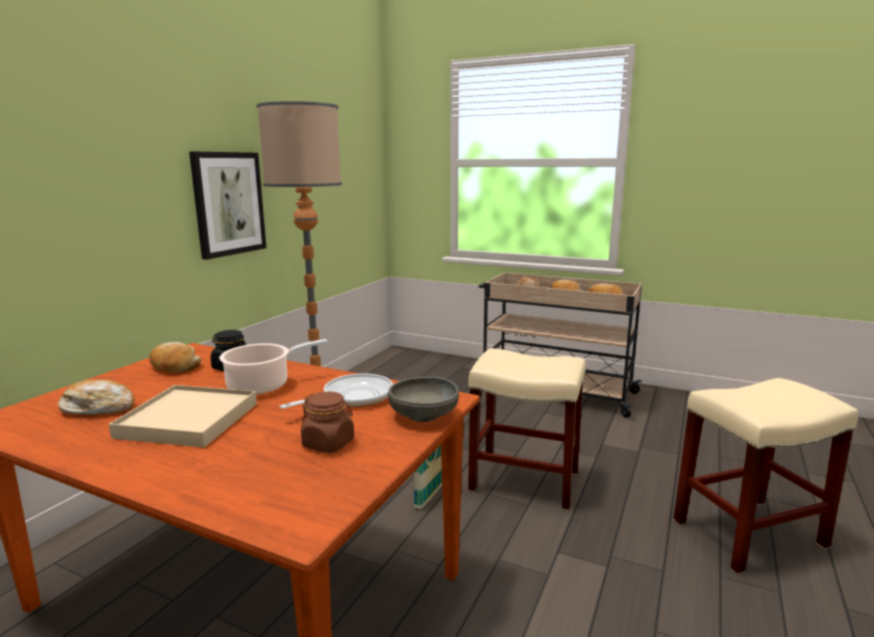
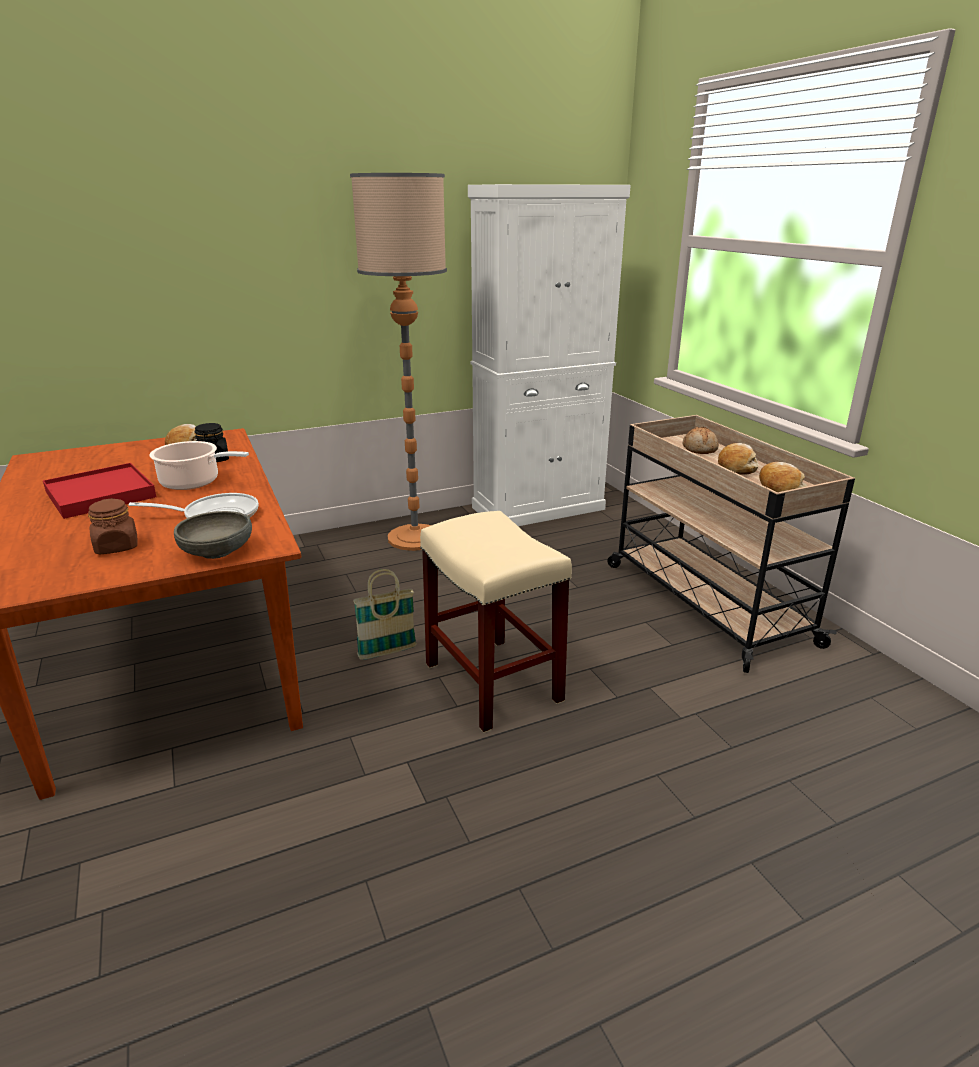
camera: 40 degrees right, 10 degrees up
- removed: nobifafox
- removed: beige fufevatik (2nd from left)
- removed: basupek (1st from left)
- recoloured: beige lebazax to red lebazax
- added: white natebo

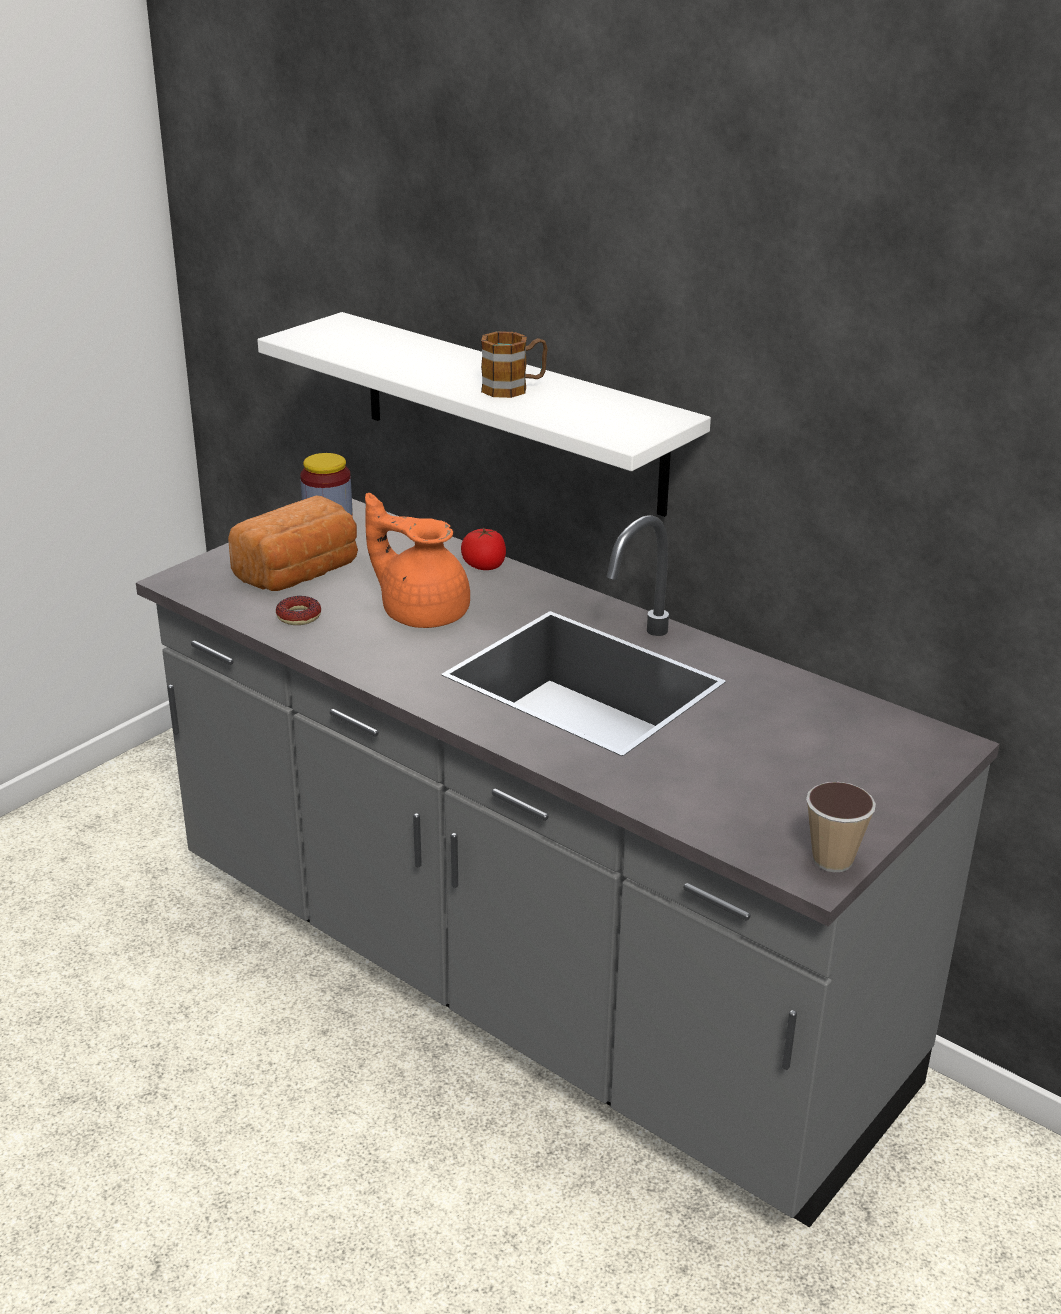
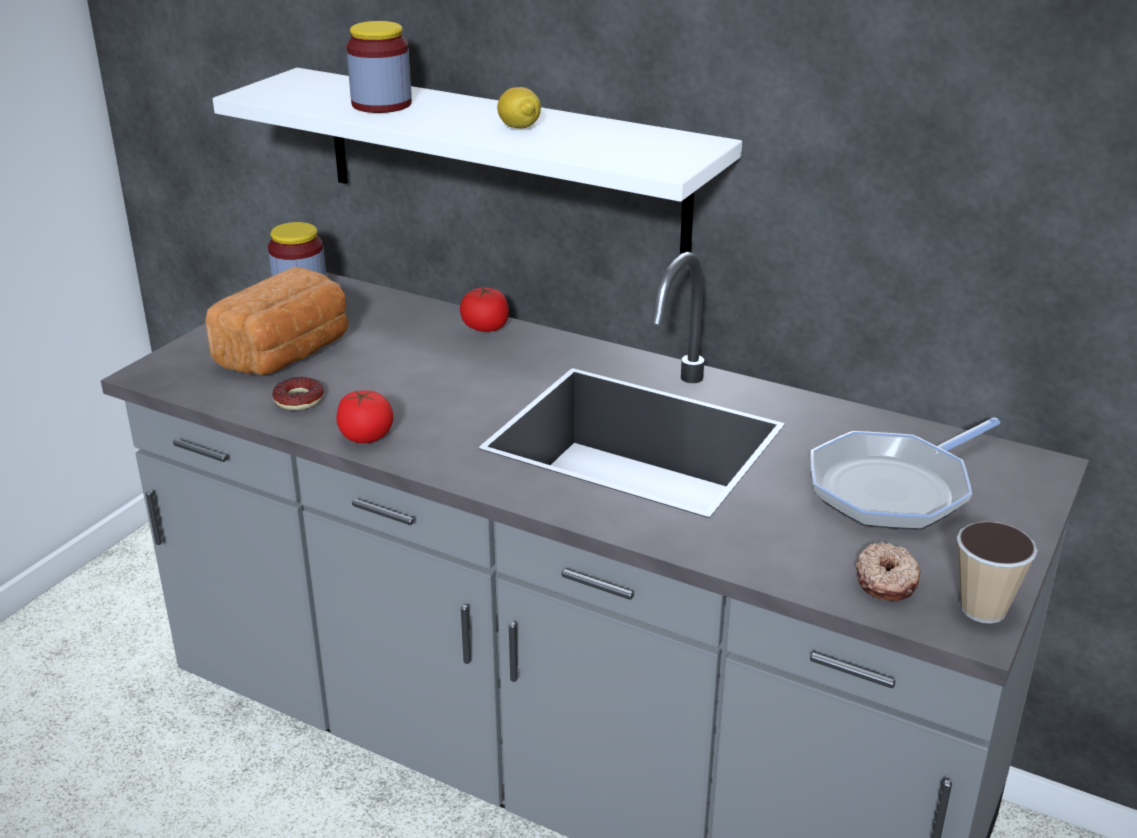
camera: 10 degrees left, 0 degrees up
- replaced: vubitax to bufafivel
- removed: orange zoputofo
- added: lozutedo (2nd from left)
- added: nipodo (1st from left)
- added: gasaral
- added: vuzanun (2nd from left)

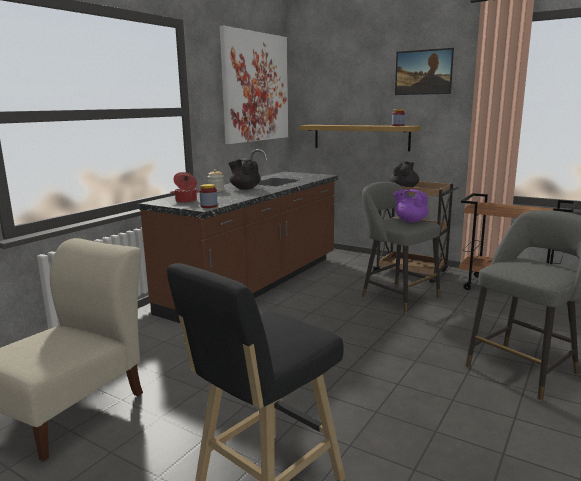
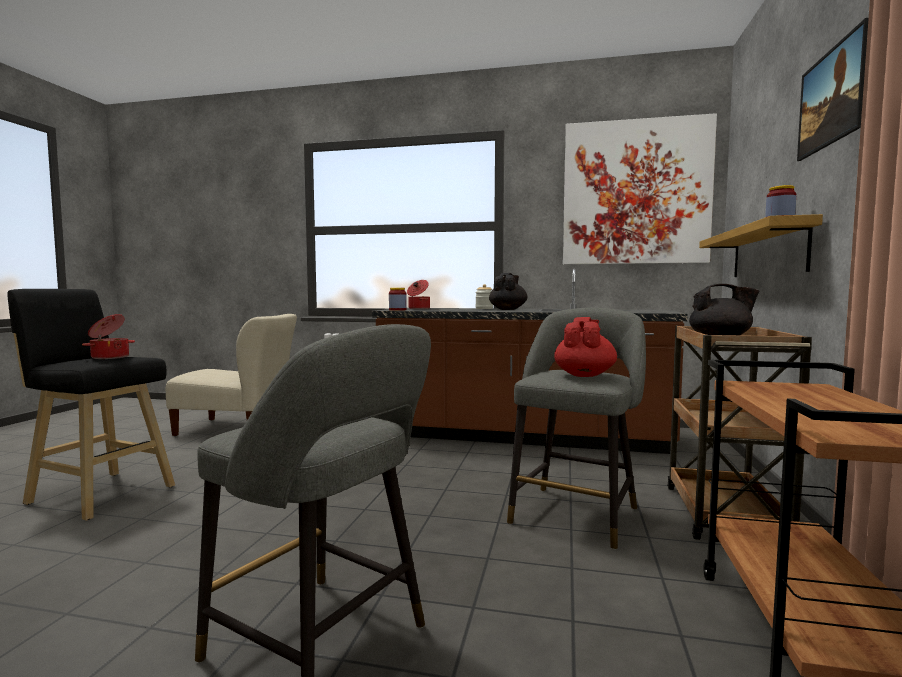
camera: 70 degrees right, 10 degrees down
- recoloured: purple zoputofo to red zoputofo
- added: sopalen (1st from left)

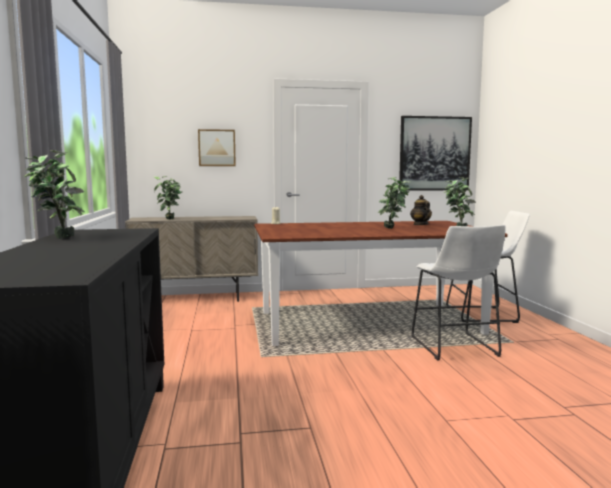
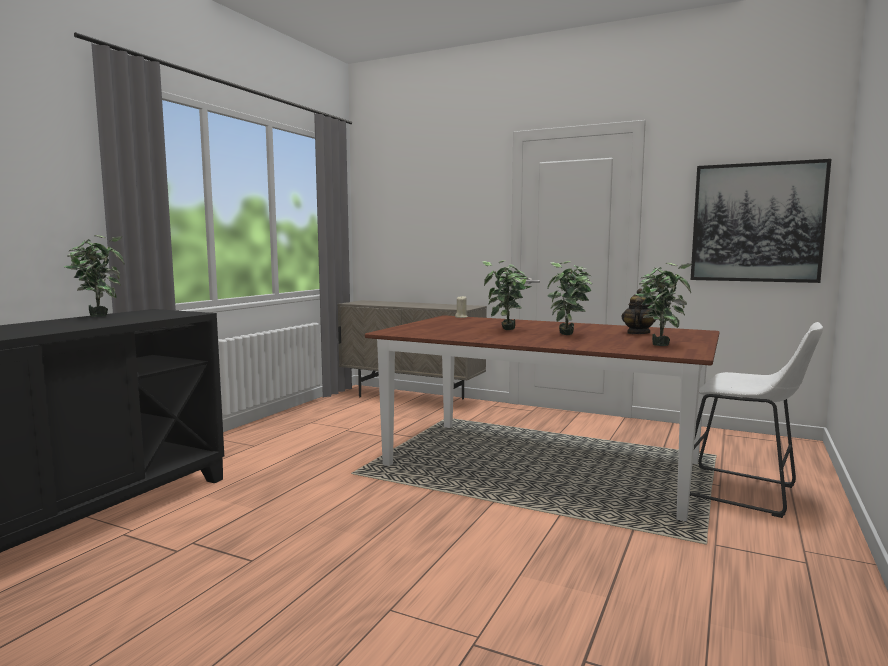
camera: 35 degrees right, 0 degrees up
- removed: nobifafox (1st from left)
- moved: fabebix (2nd from left)
- removed: white fufevatik (1st from left)

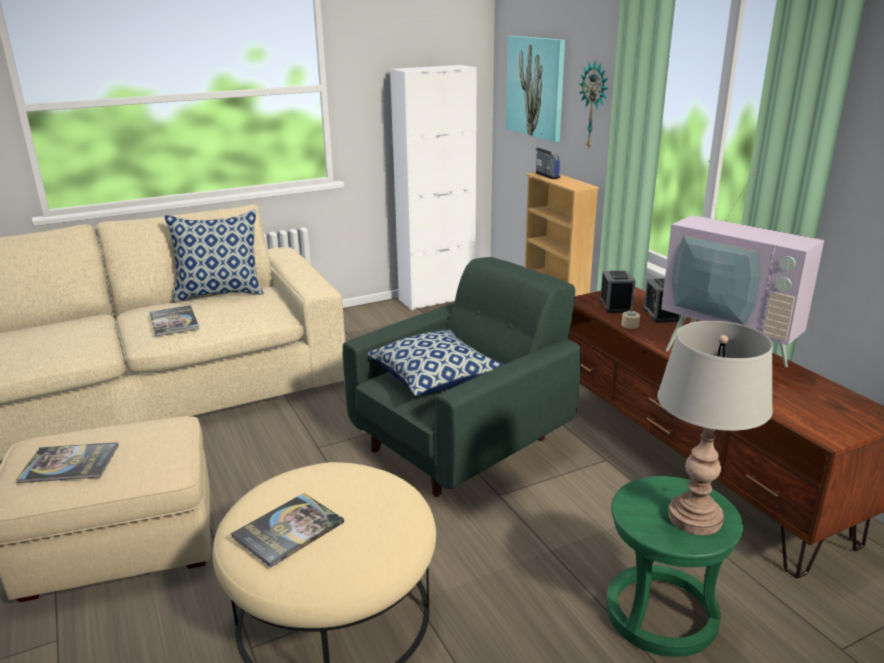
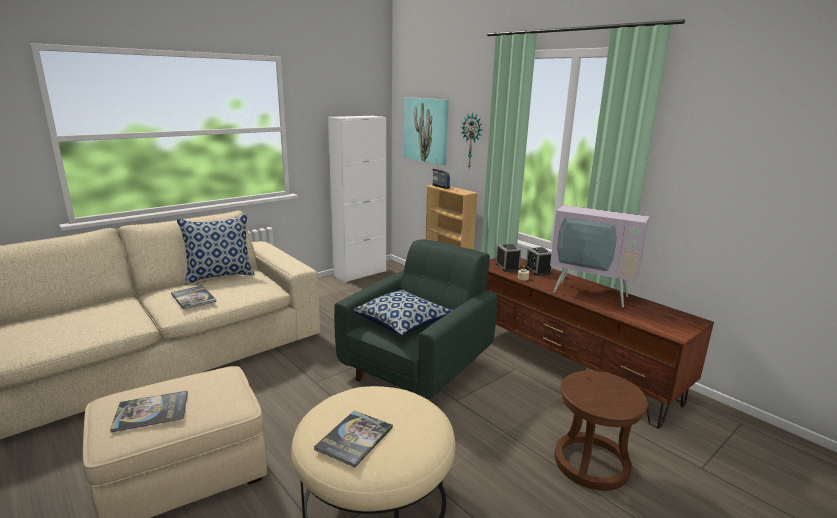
camera: 15 degrees left, 5 degrees down
- removed: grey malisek
- recoloured: green fufevatik to brown fufevatik

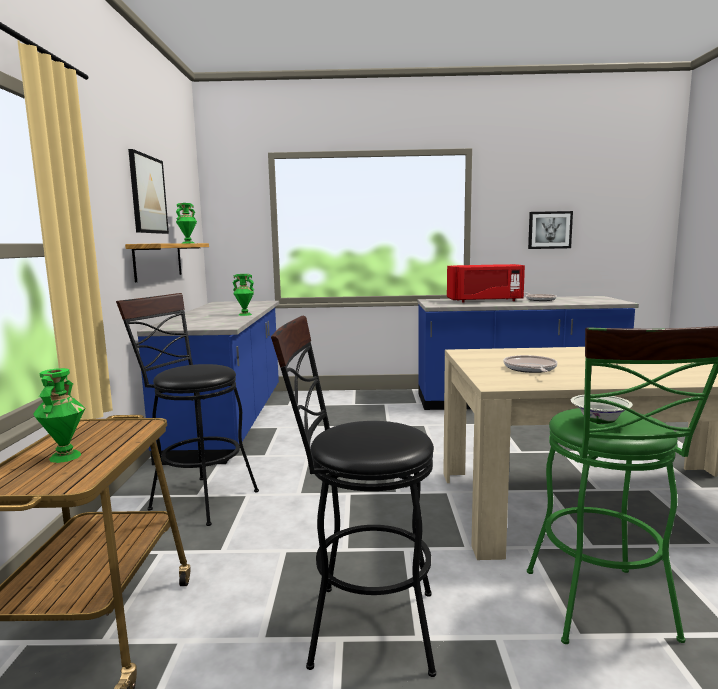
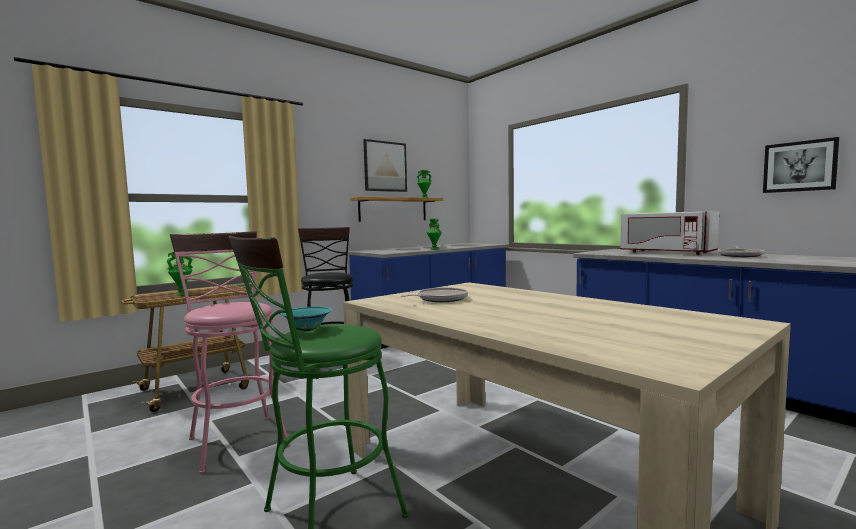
camera: 50 degrees right, 5 degrees down
- recoloured: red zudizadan to white zudizadan
- recoloured: black fufevatik (2nd from left) to pink fufevatik
- recoloured: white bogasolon to turquoise bogasolon

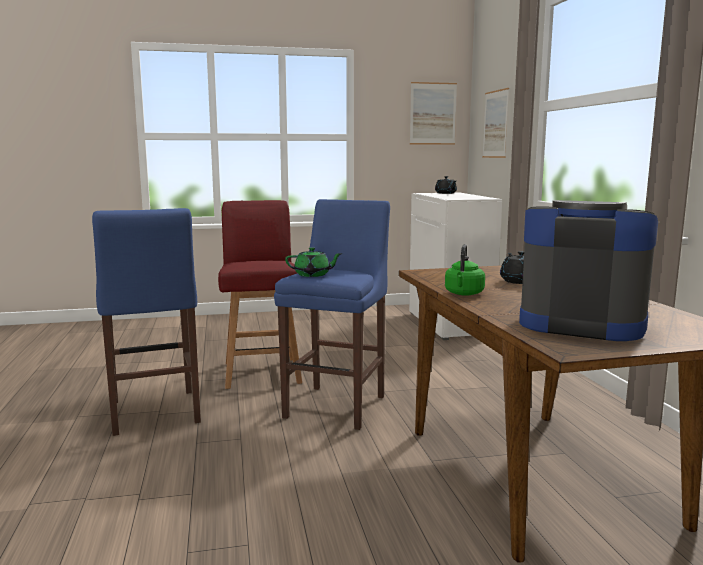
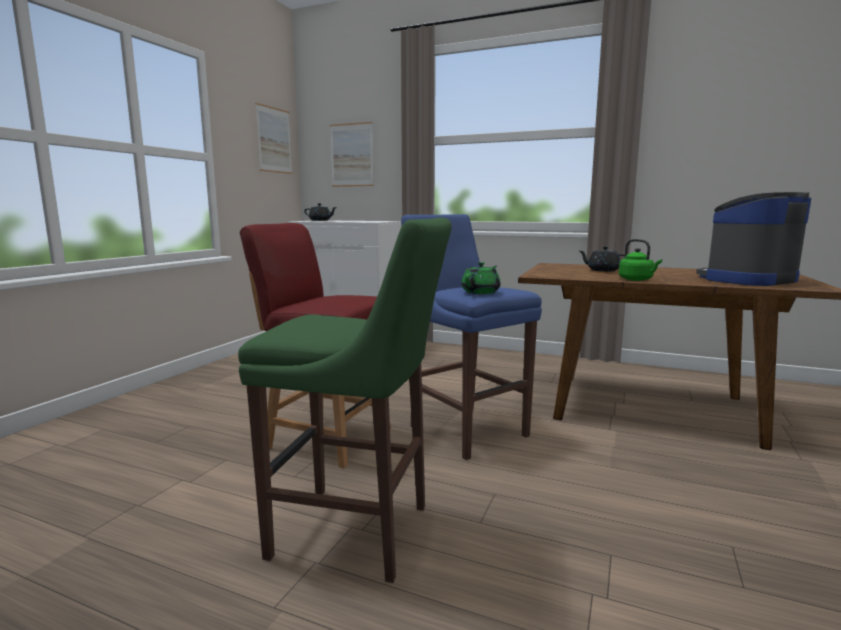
camera: 55 degrees left, 0 degrees up
- recoloured: blue fufevatik (1st from left) to green fufevatik

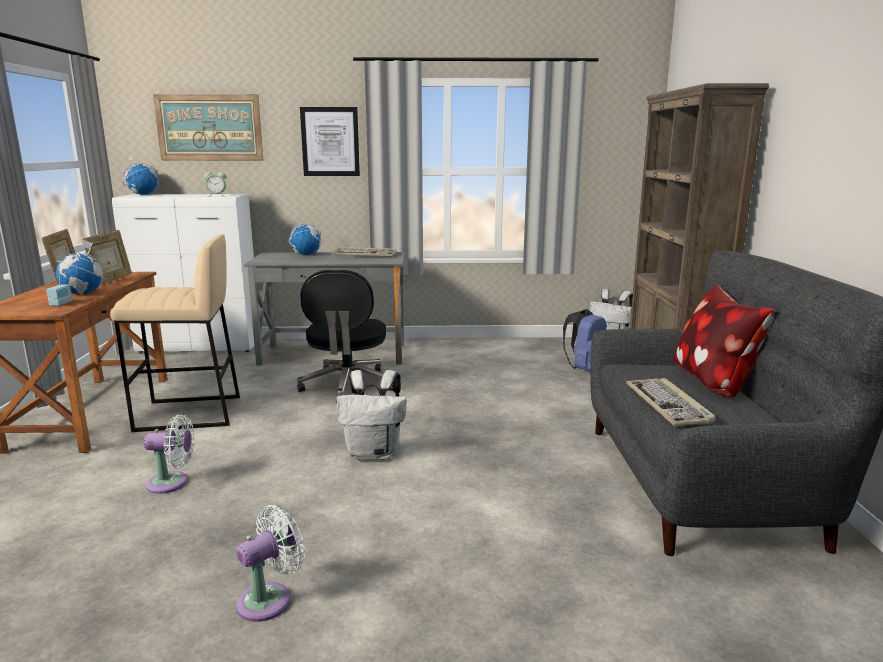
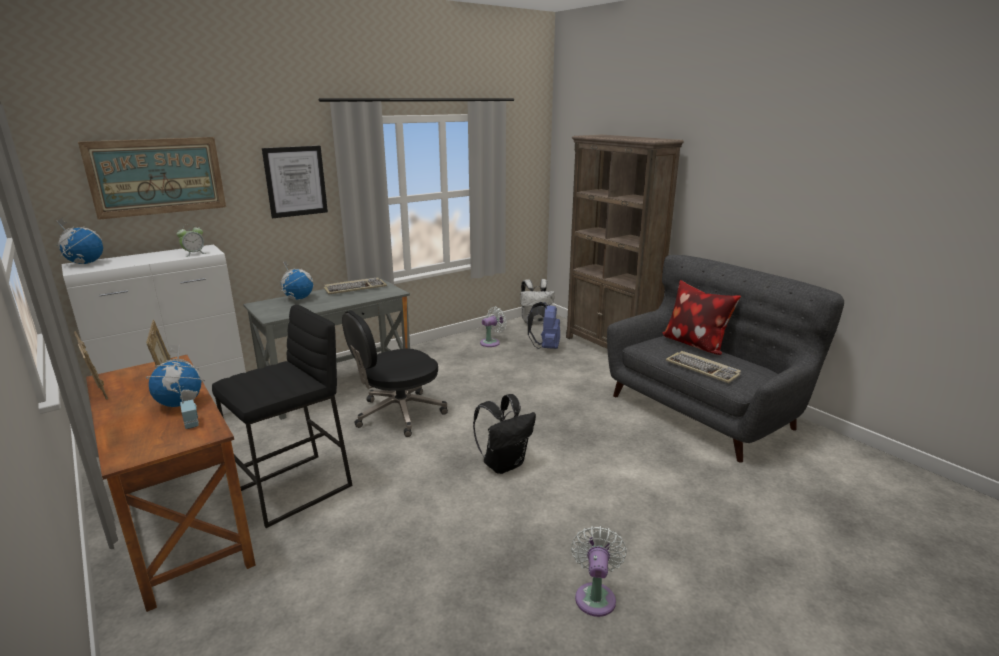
camera: 35 degrees left, 5 degrees up
- recoloured: beige fufevatik to black fufevatik
- turned: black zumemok 90 degrees clockwise
- recoloured: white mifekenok (1st from left) to black mifekenok
- moved: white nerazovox (1st from left)

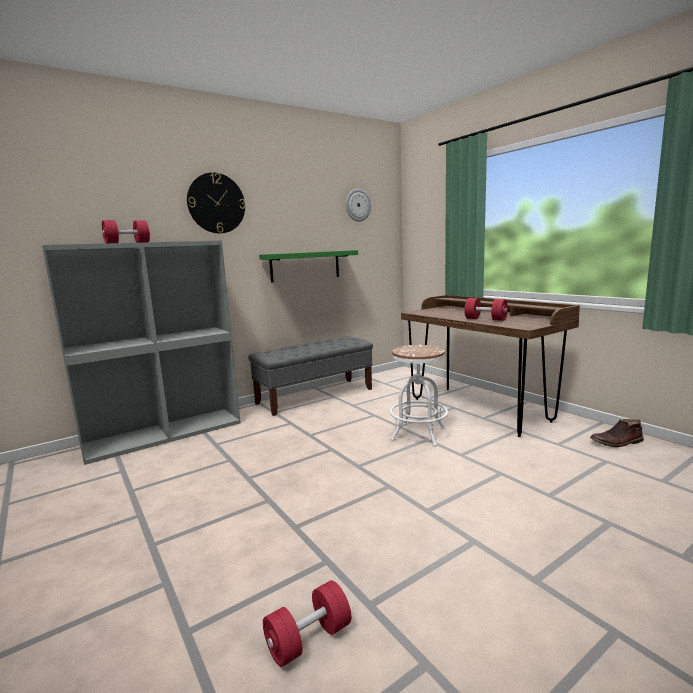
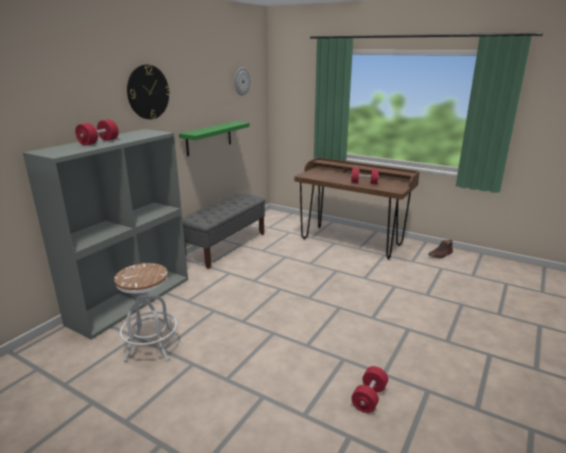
camera: 25 degrees left, 10 degrees up
- moved: white fufevatik

